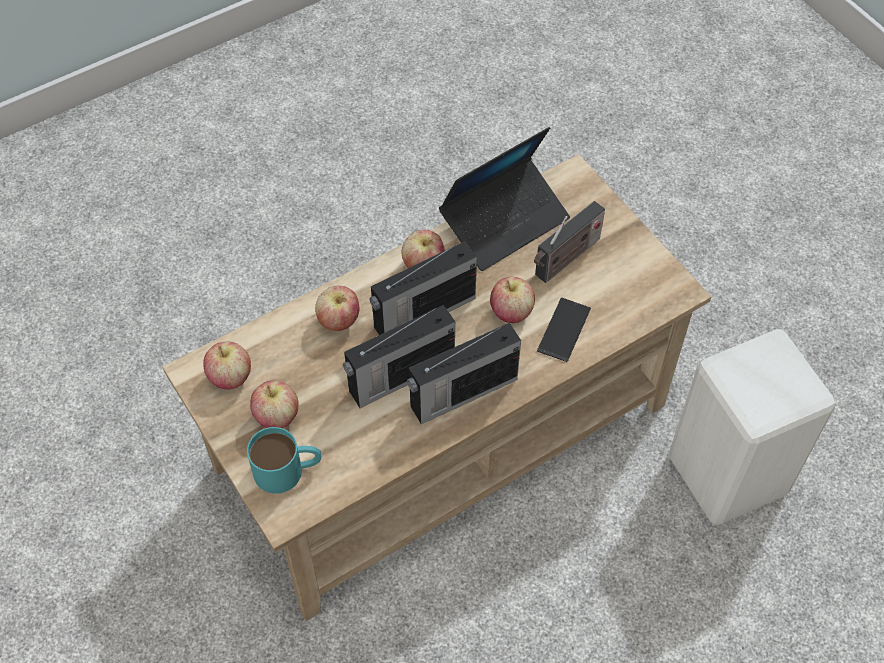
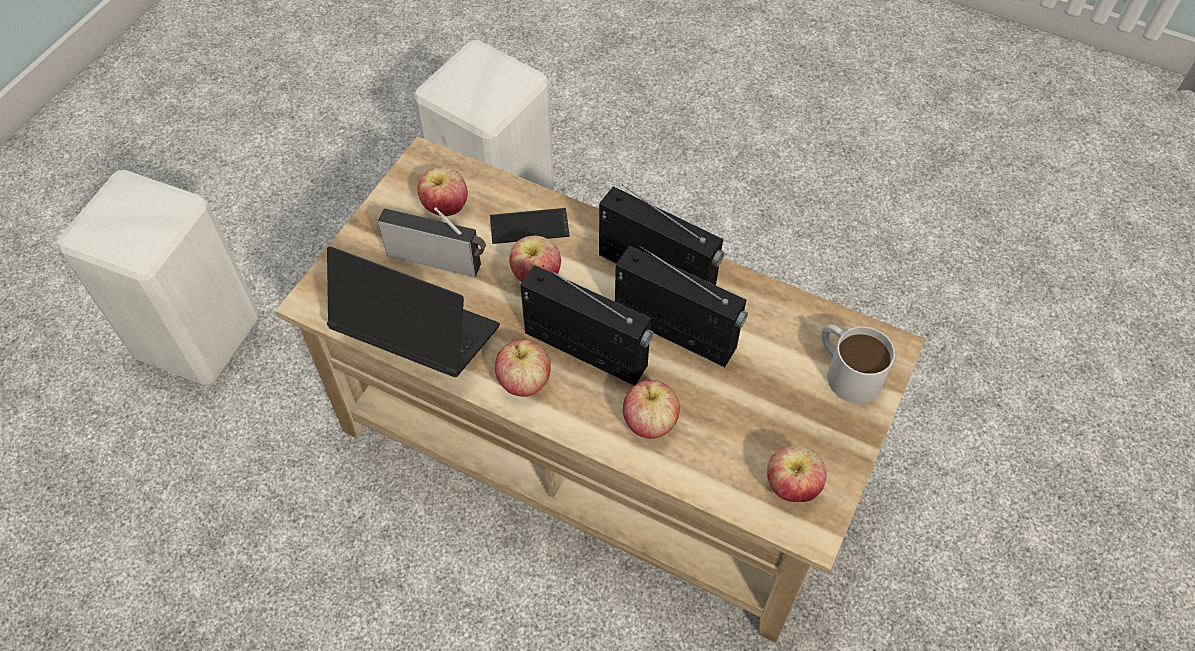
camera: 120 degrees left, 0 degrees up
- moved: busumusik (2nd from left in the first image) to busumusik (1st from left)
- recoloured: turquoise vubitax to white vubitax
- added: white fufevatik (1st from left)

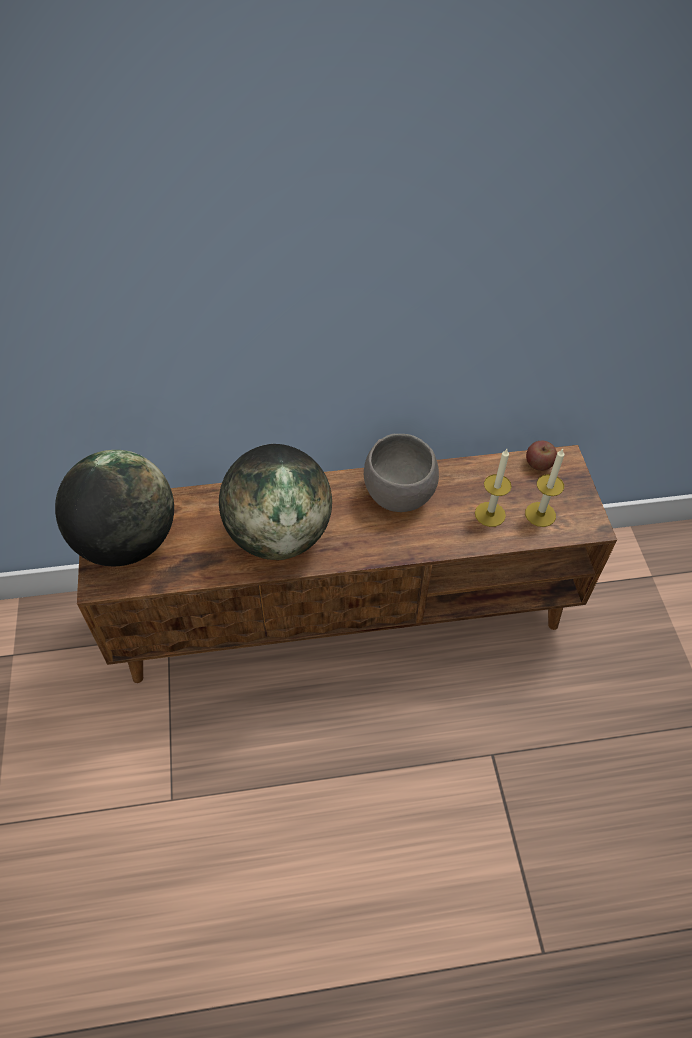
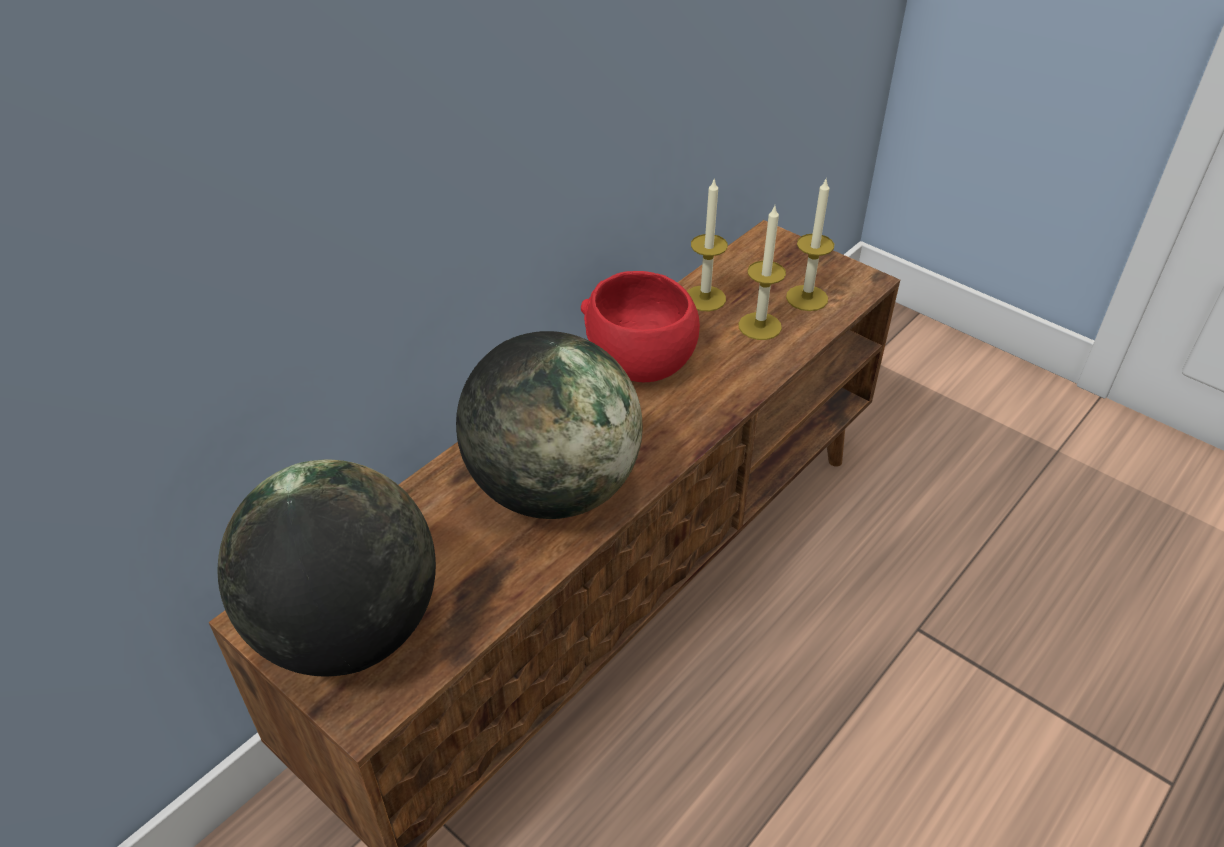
camera: 40 degrees left, 10 degrees down
- recoloured: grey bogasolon to red bogasolon
- removed: busumusik
- added: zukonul (1st from left)

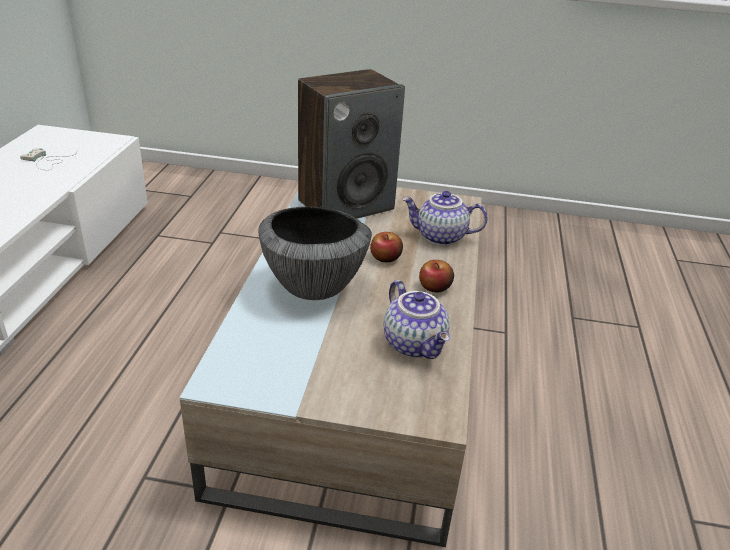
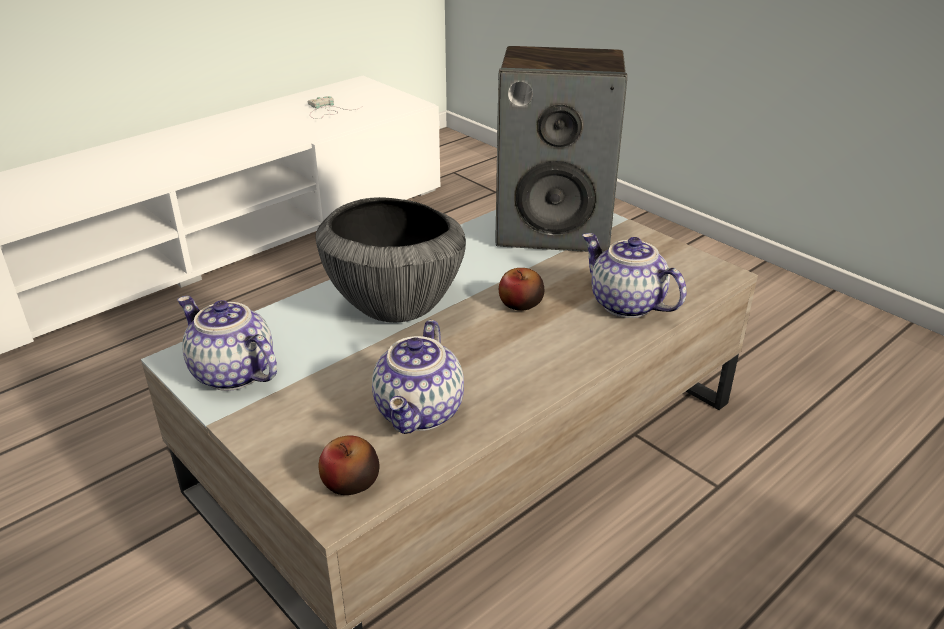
camera: 40 degrees right, 0 degrees up
- moved: busumusik (2nd from left in the first image) to busumusik (1st from left)
- added: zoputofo (1st from left)

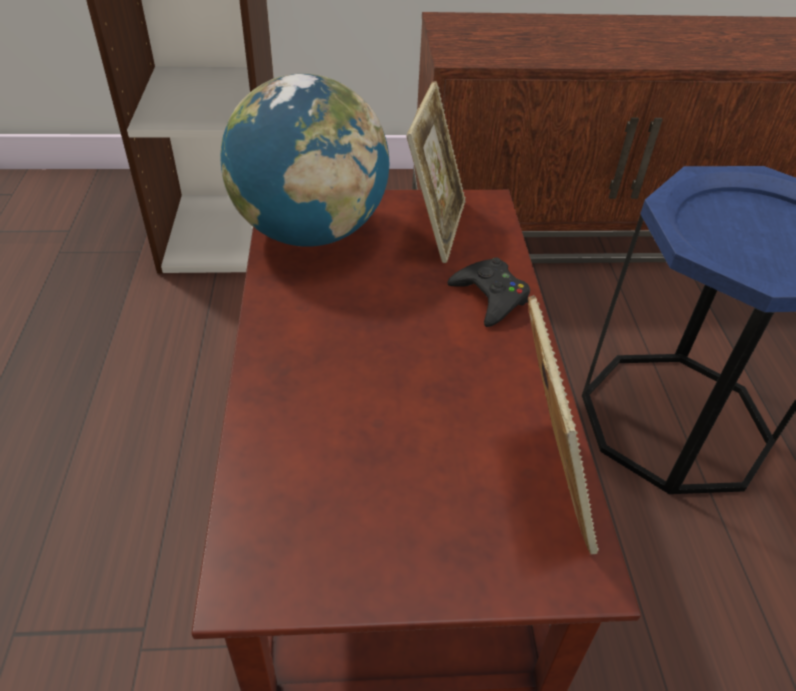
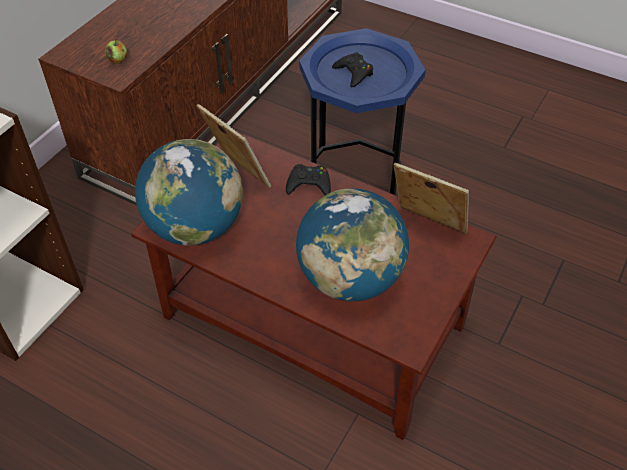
camera: 55 degrees left, 5 degrees up
- added: busumusik
- added: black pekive (2nd from left)
- added: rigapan (2nd from left)

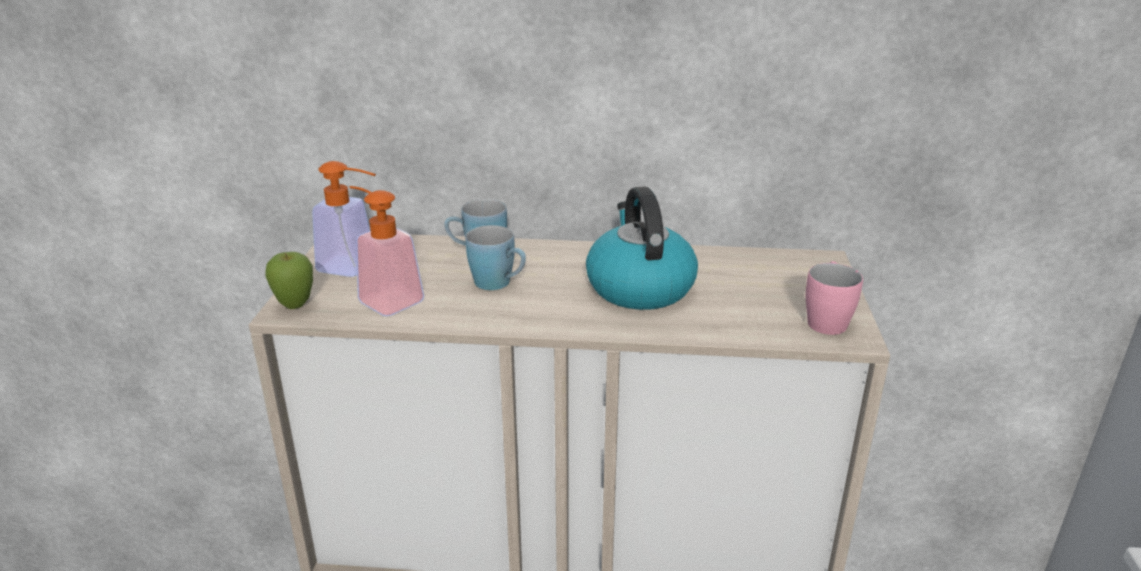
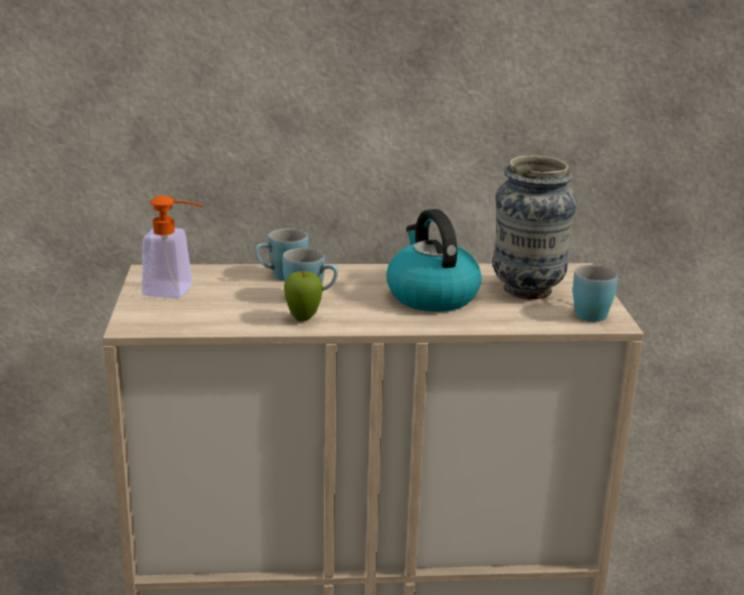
camera: 10 degrees left, 5 degrees down
- removed: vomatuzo (2nd from left)
- moved: busumusik
- recoloured: pink vubitax to blue vubitax (3rd from left)
- added: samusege

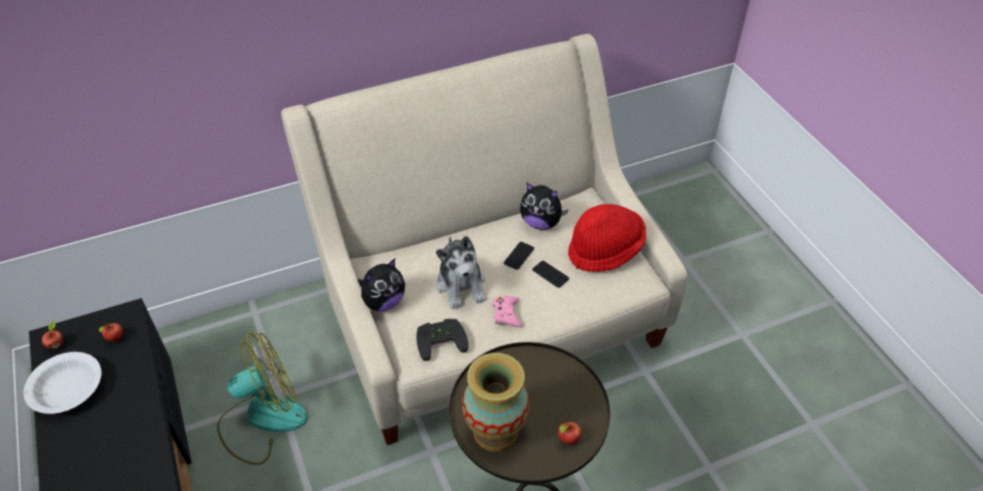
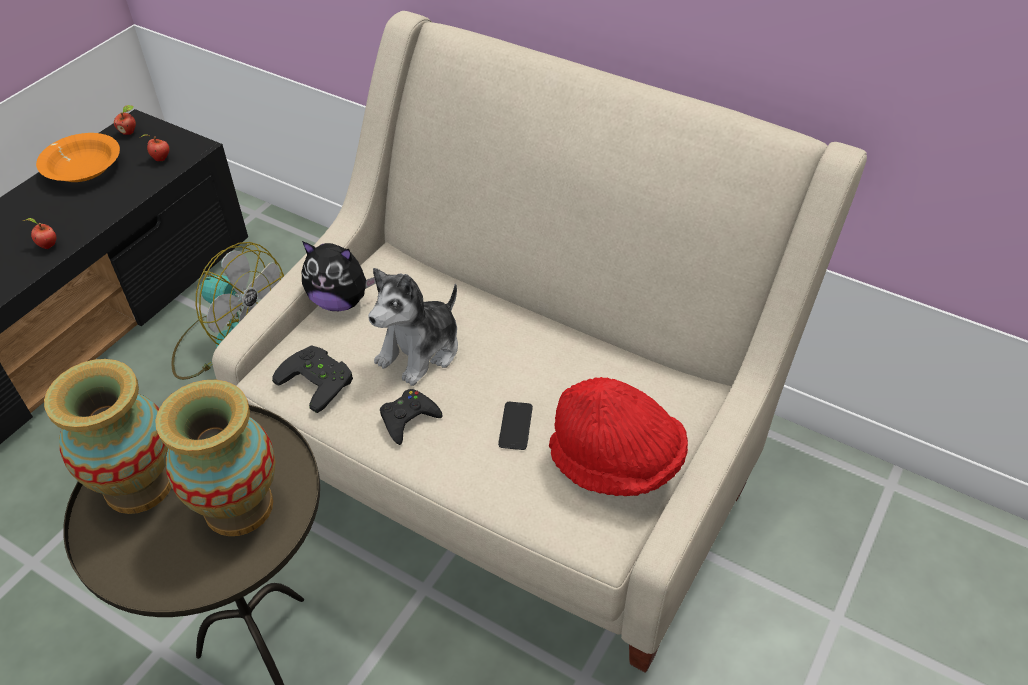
camera: 55 degrees right, 0 degrees up
- removed: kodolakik (3rd from left)
- removed: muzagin (1st from left)
- recoloured: pink pekive to black pekive (2nd from left)
- recoloured: white bogasolon to orange bogasolon
- moved: busumusik (3rd from left in the first image) to busumusik (1st from left)
- added: samusege (2nd from left)

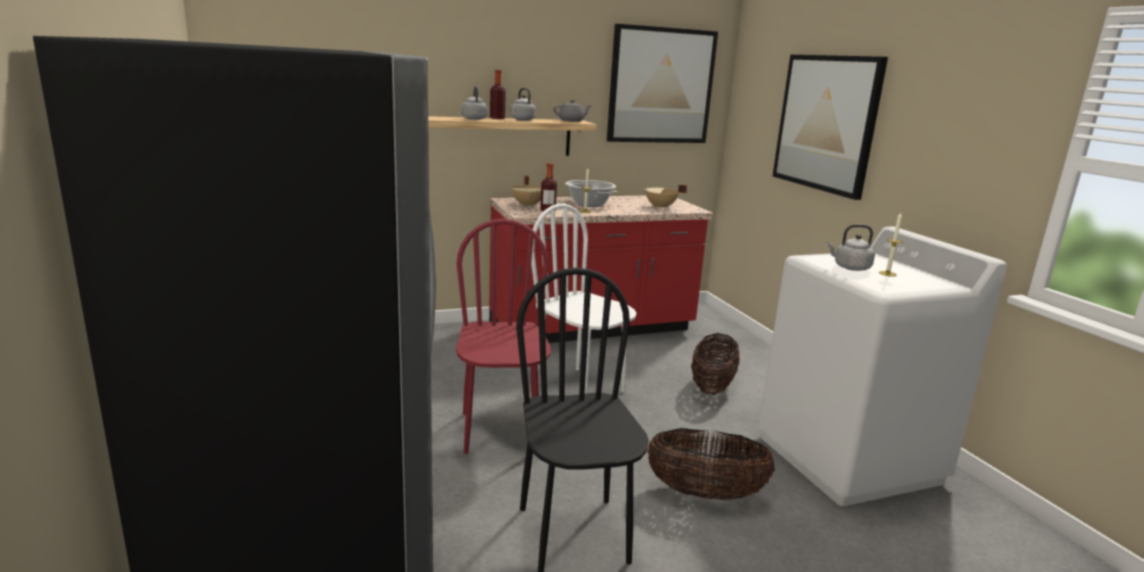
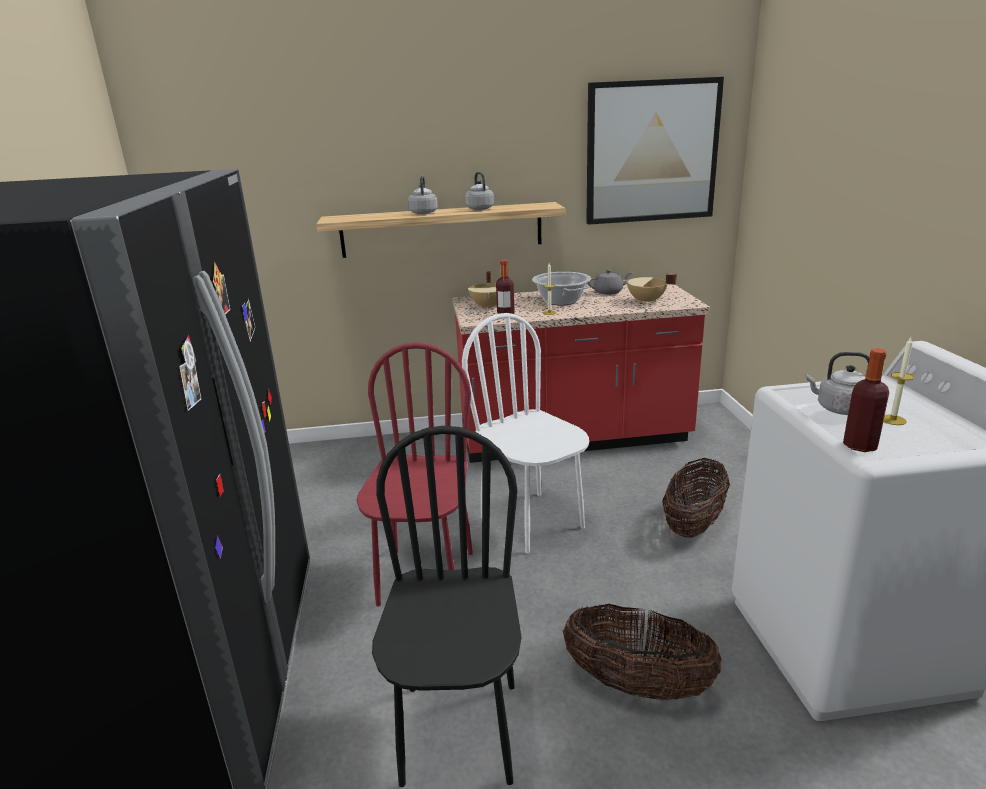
camera: 15 degrees right, 5 degrees up
- removed: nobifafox (2nd from left)
- moved: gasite (1st from left in the first image) to gasite (2nd from left)
- moved: grey zoputofo

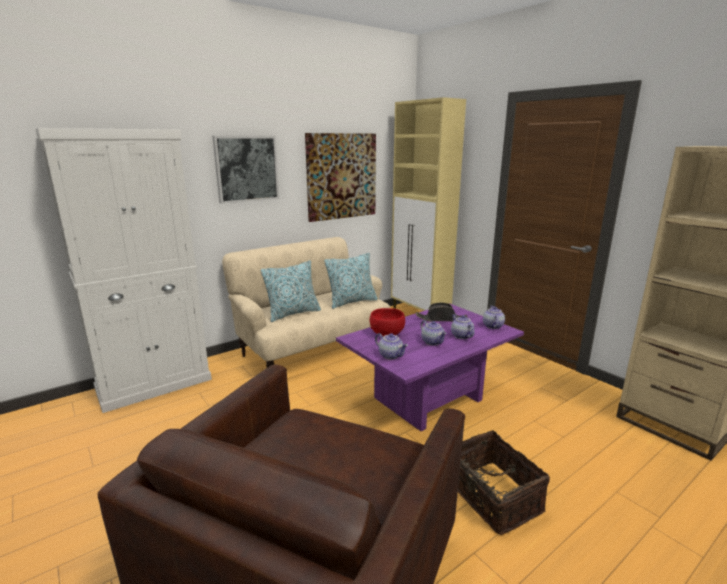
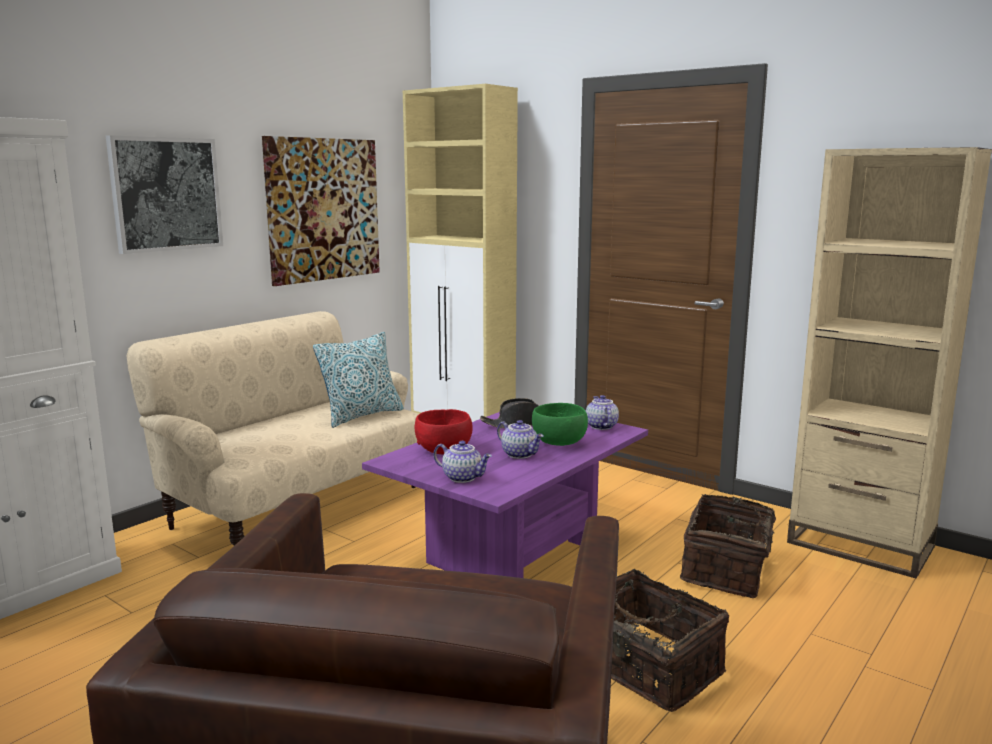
camera: 15 degrees left, 5 degrees down
- removed: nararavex (1st from left)
- replaced: zoputofo (3rd from left) to green bogasolon
- added: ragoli (2nd from left)

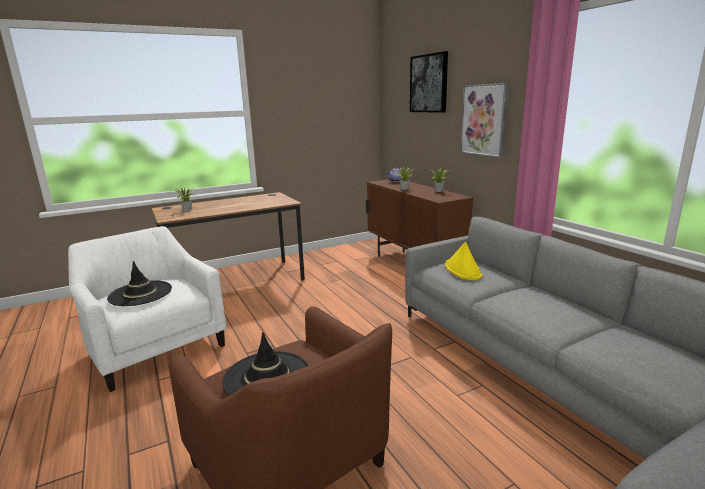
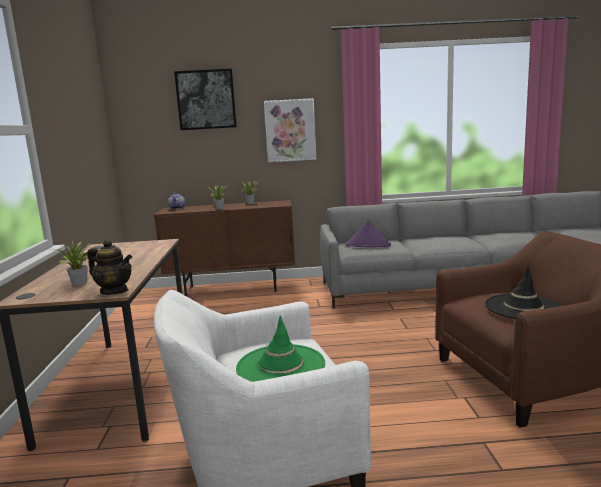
camera: 65 degrees left, 5 degrees down
- recoloured: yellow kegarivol to purple kegarivol
- recoloured: black kegarivol (1st from left) to green kegarivol
- added: zoputofo (1st from left)

